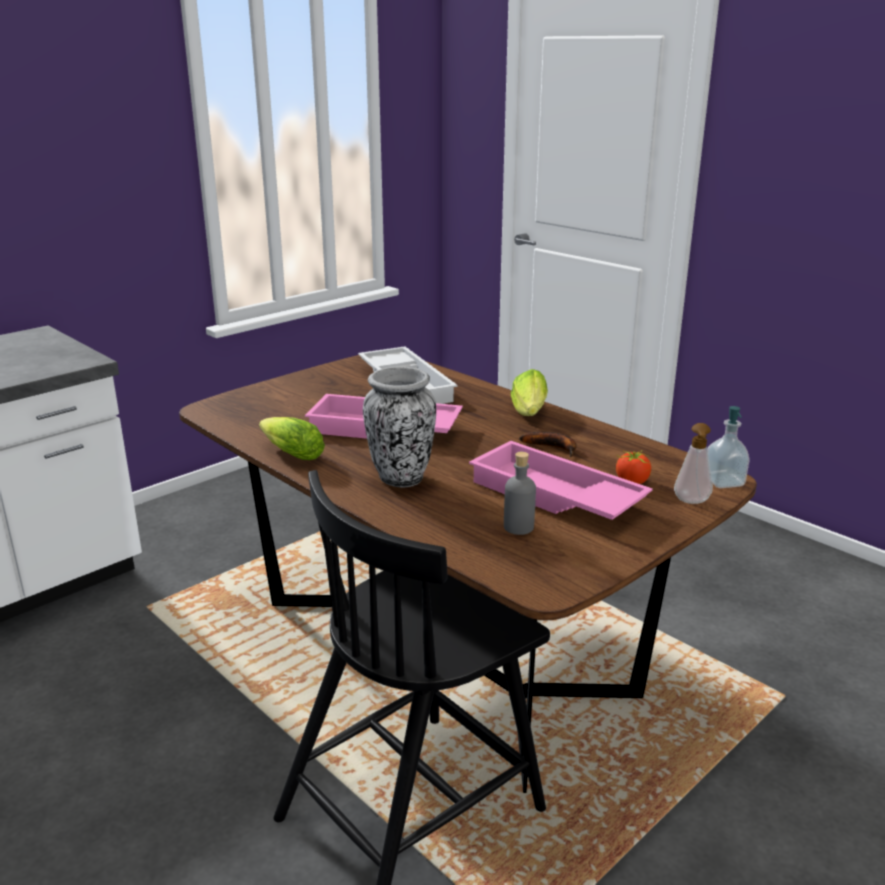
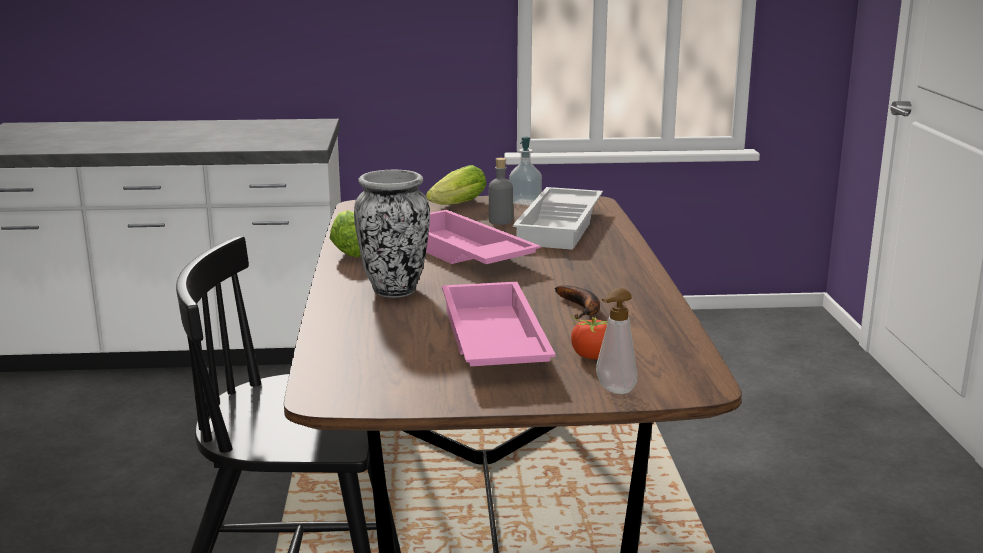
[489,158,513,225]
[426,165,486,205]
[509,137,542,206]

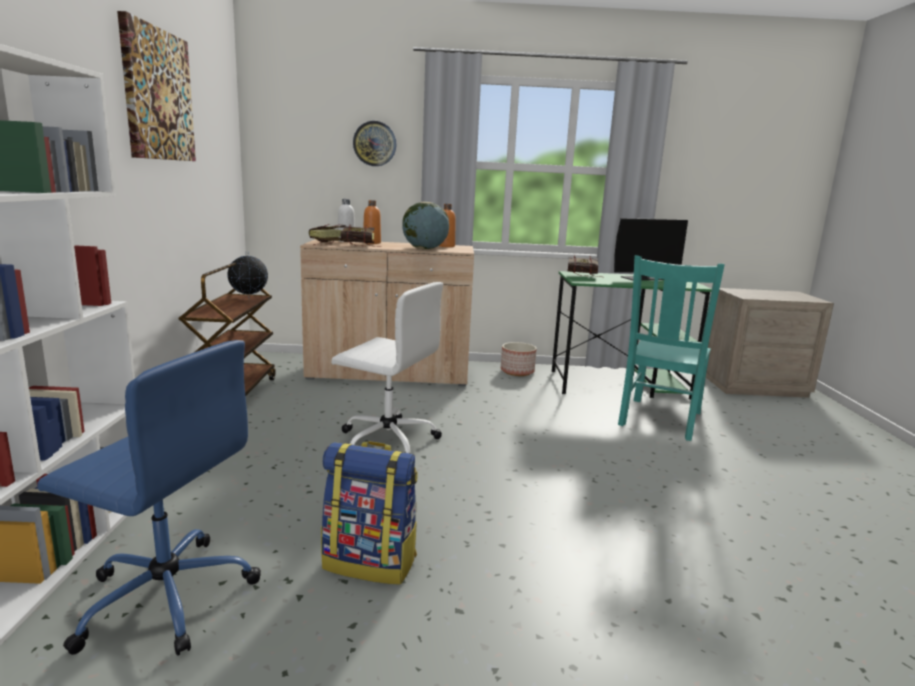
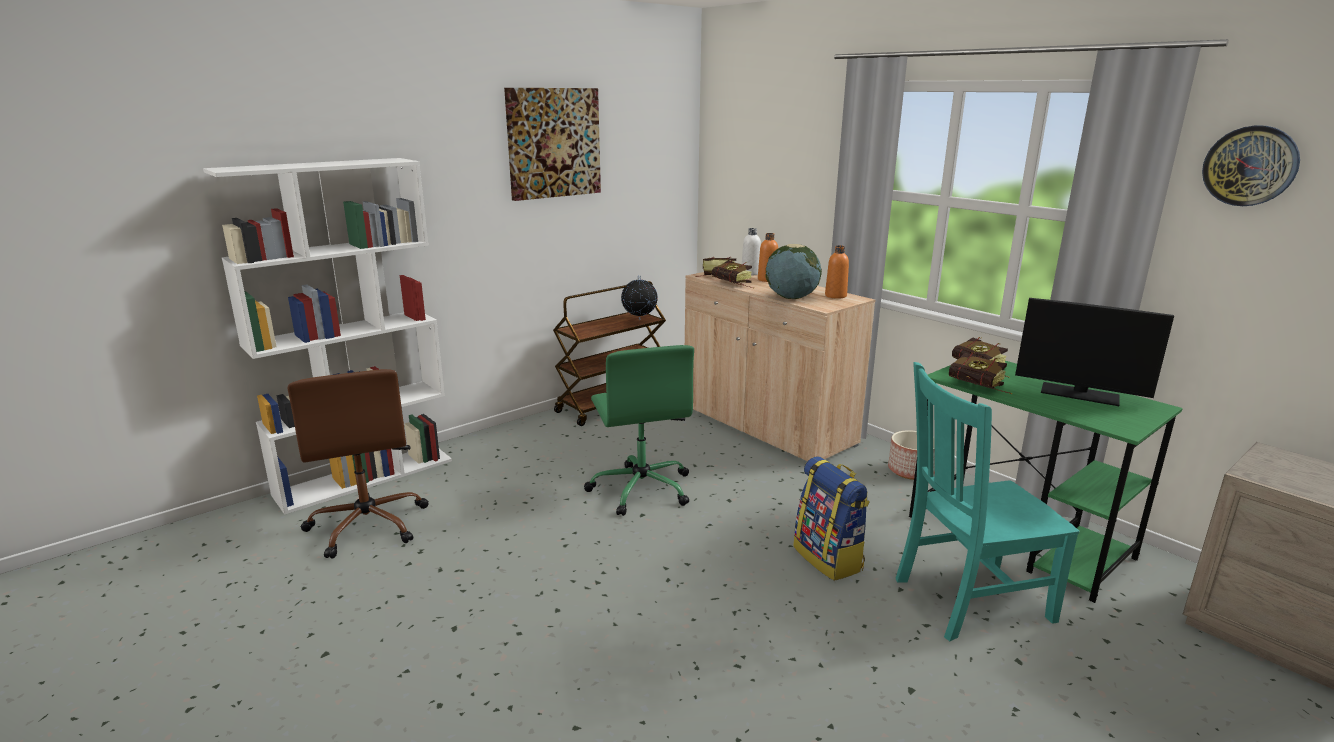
[949,352,1012,394]
[793,457,870,581]
[1202,125,1300,206]
[287,369,429,558]
[584,345,694,516]

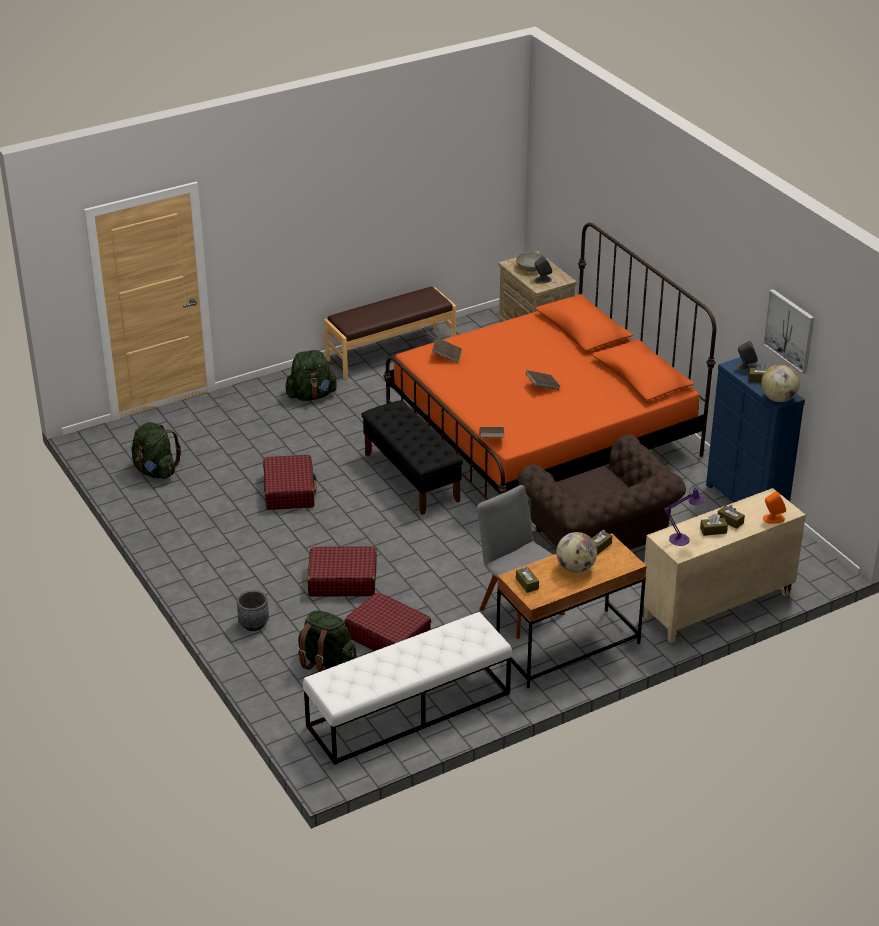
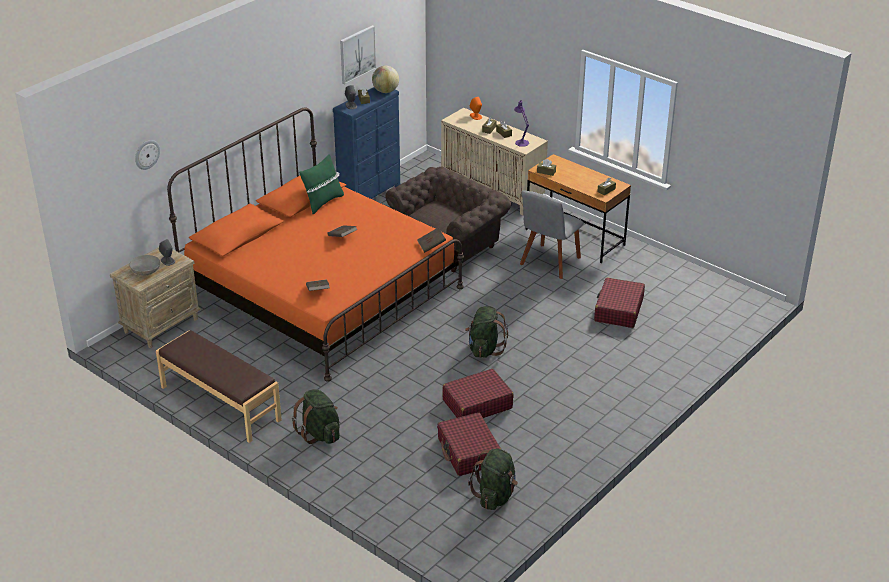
[237,590,269,631] (first image)
[303,612,512,765] (first image)
[361,400,463,515] (first image)
[556,532,597,573] (first image)
[135,140,160,170]
[299,154,344,214]
[465,306,508,358]
[437,413,501,476]

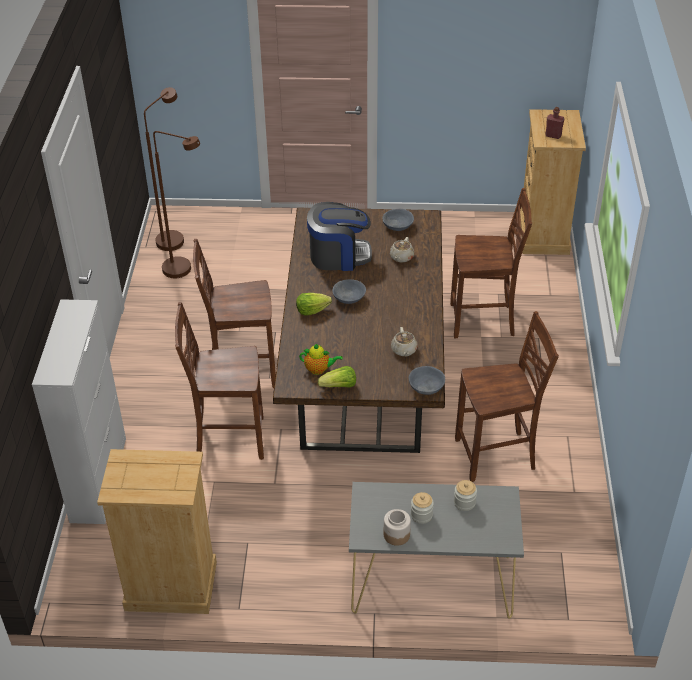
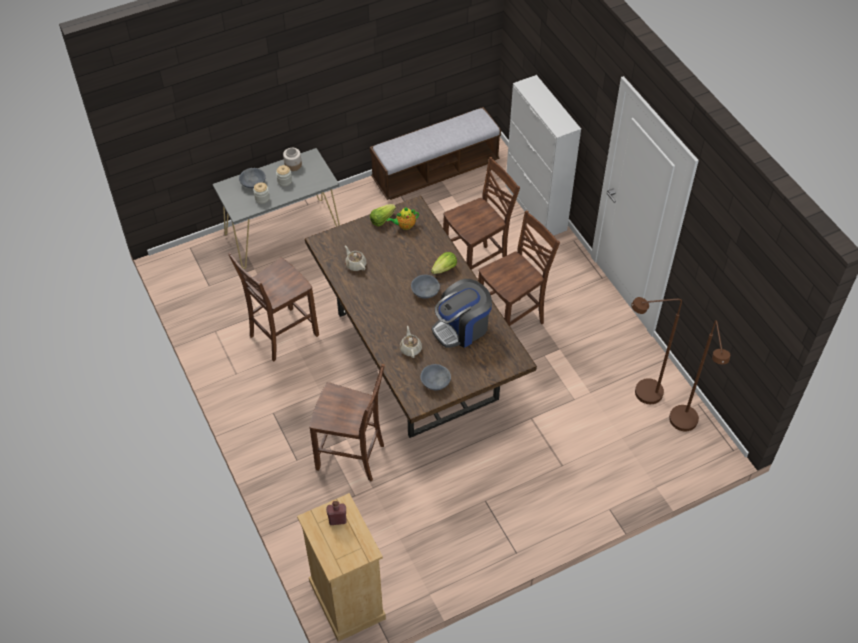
[239,168,266,188]
[370,107,501,200]
[309,364,385,481]

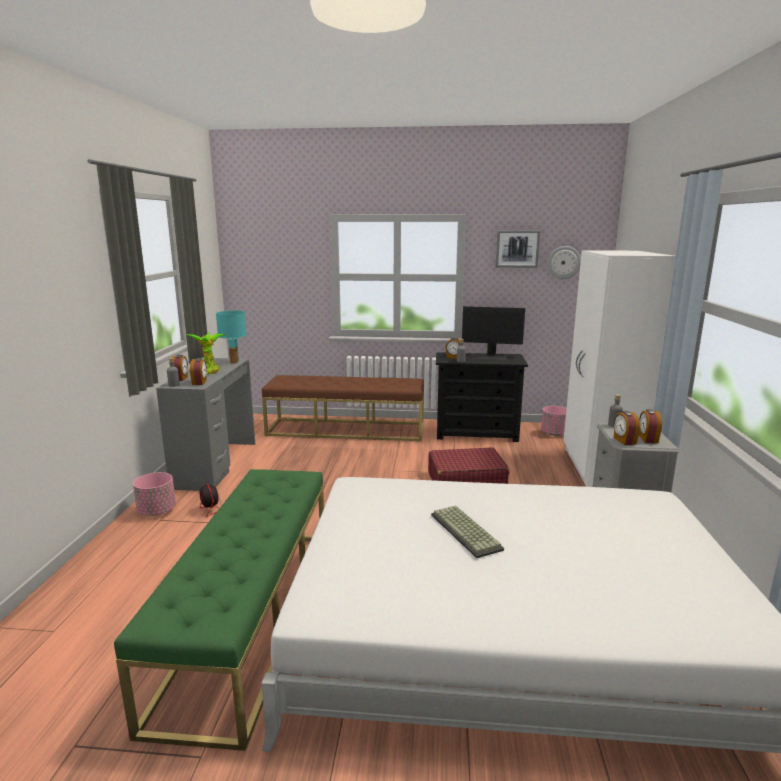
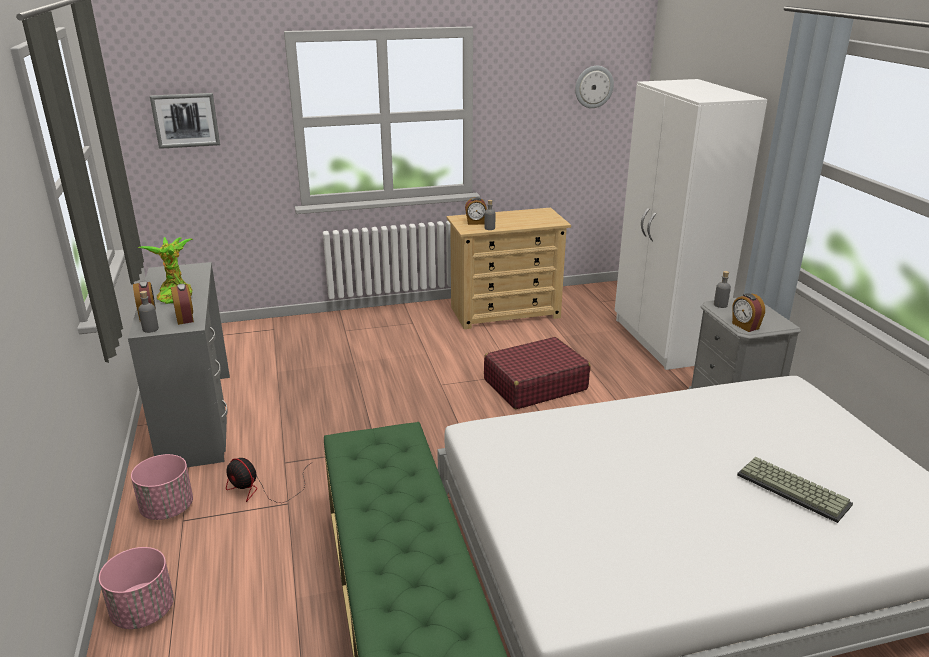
[216,311,247,363] (first image)
[262,375,424,441] (first image)
[462,306,525,360] (first image)
[639,409,662,443] (first image)
[737,457,853,523]
[150,93,220,149]
[99,547,174,629]
[447,208,571,329]

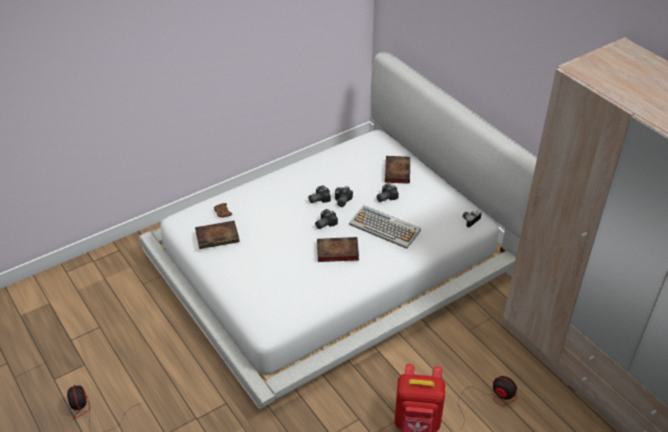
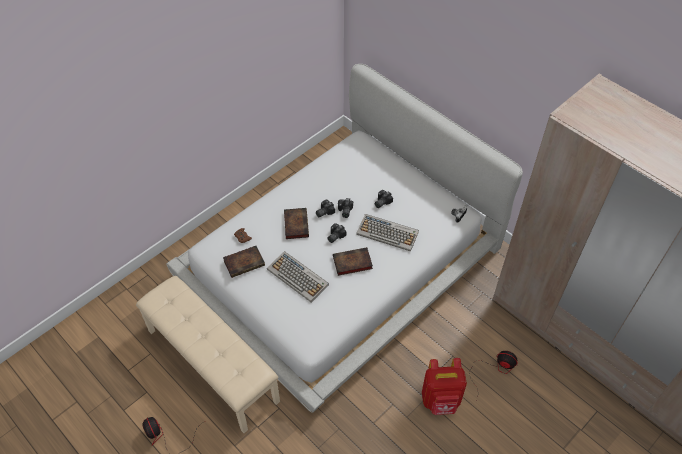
[136,276,280,433]
[267,251,329,302]
[284,208,309,239]

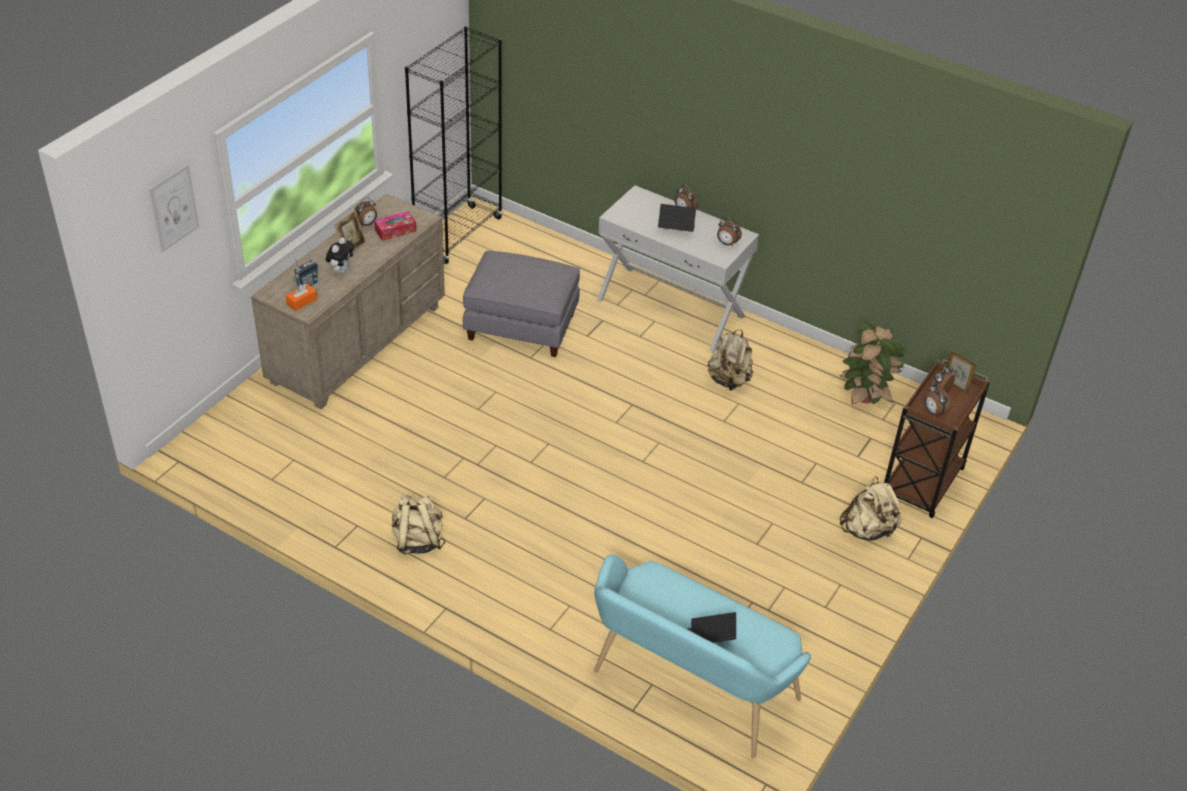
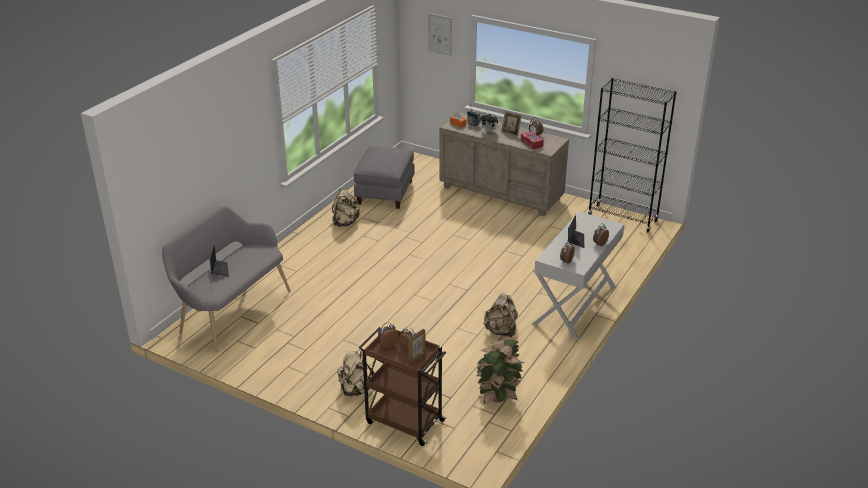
[354,146,415,209]
[162,206,291,353]

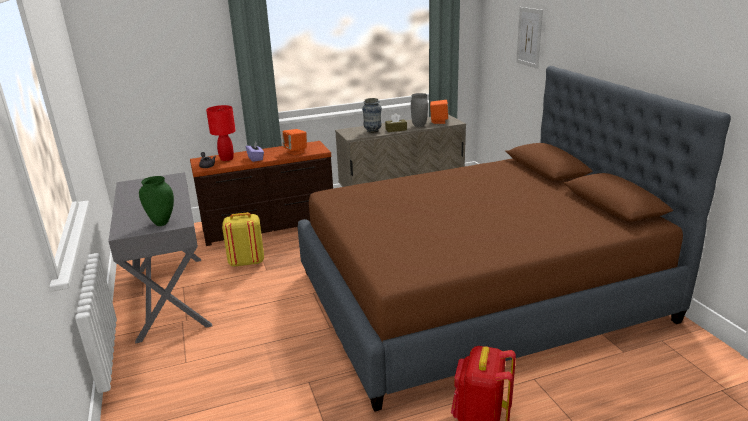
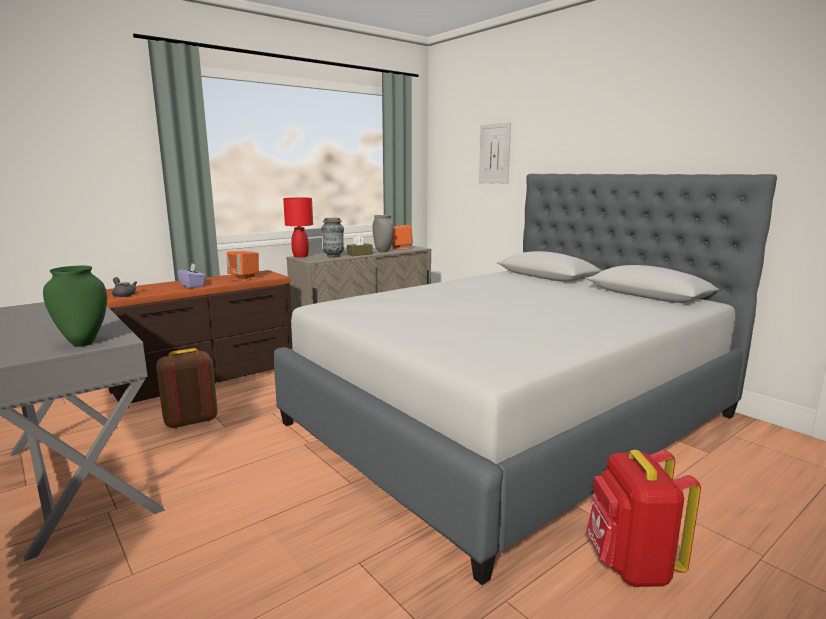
[283,198,313,258]
[156,348,218,429]
[274,173,777,585]

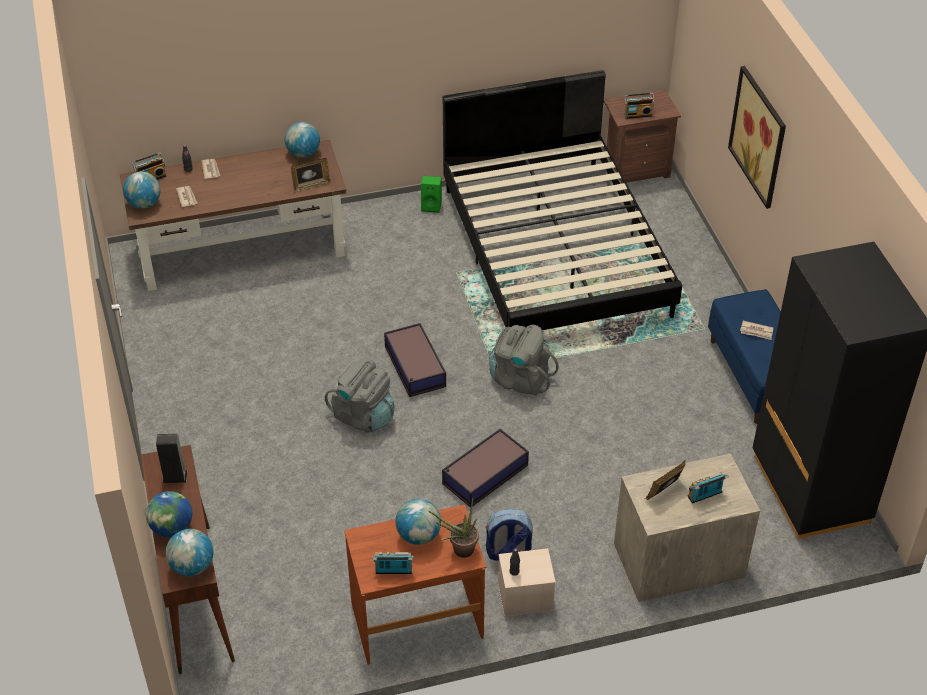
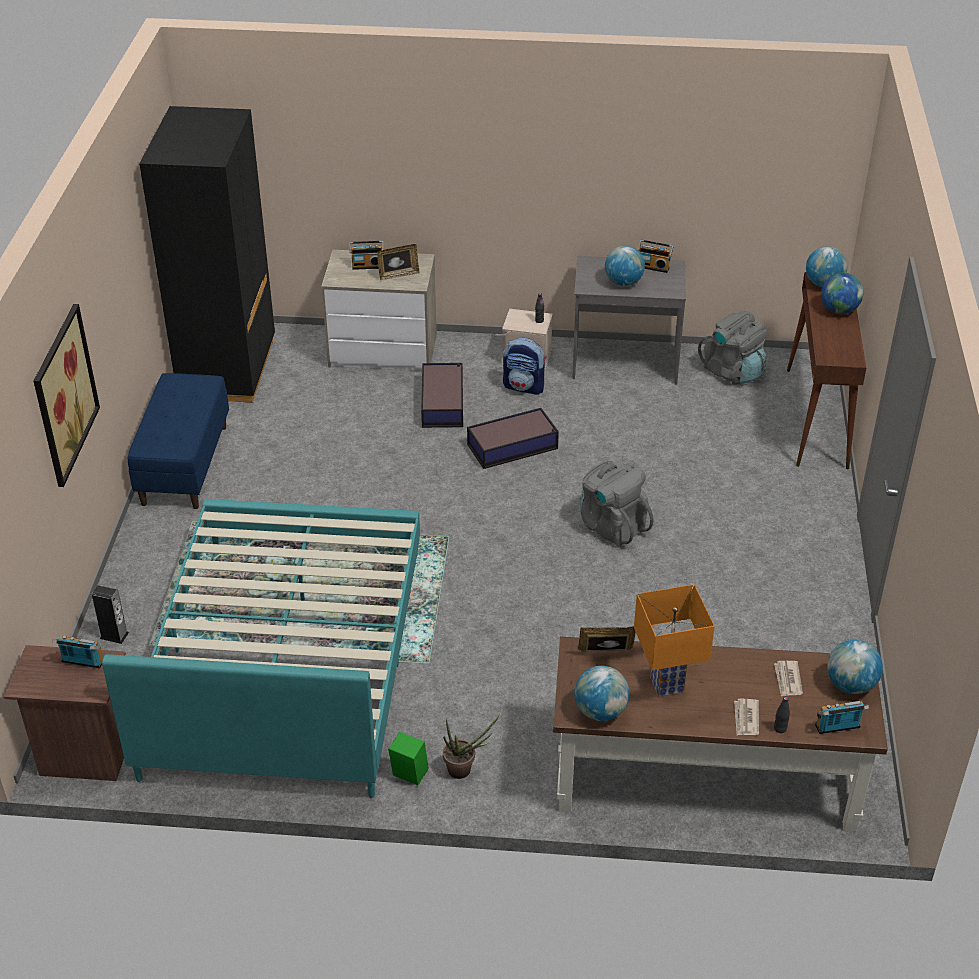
[740,321,773,340] (first image)
[634,584,715,696]
[92,585,129,644]
[421,363,463,428]
[443,716,499,779]
[698,311,767,385]
[572,256,686,385]
[102,499,420,798]

